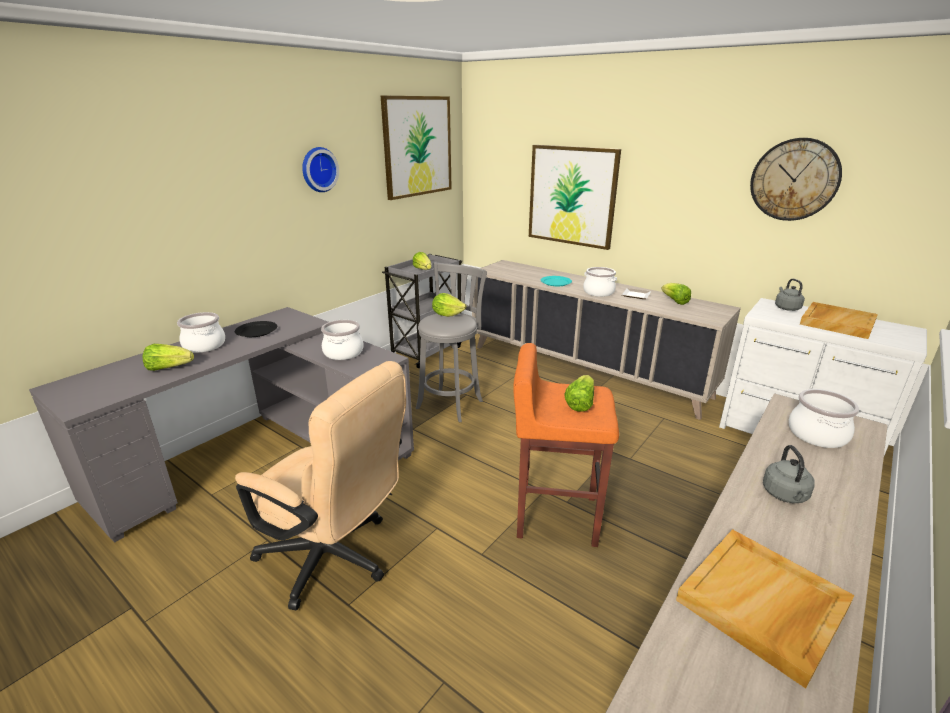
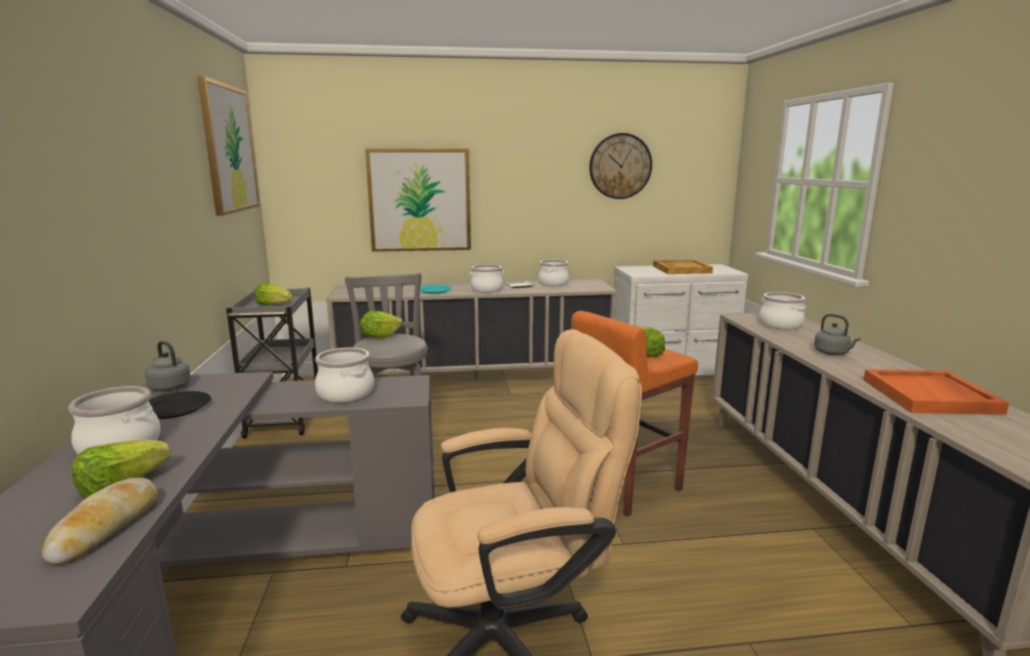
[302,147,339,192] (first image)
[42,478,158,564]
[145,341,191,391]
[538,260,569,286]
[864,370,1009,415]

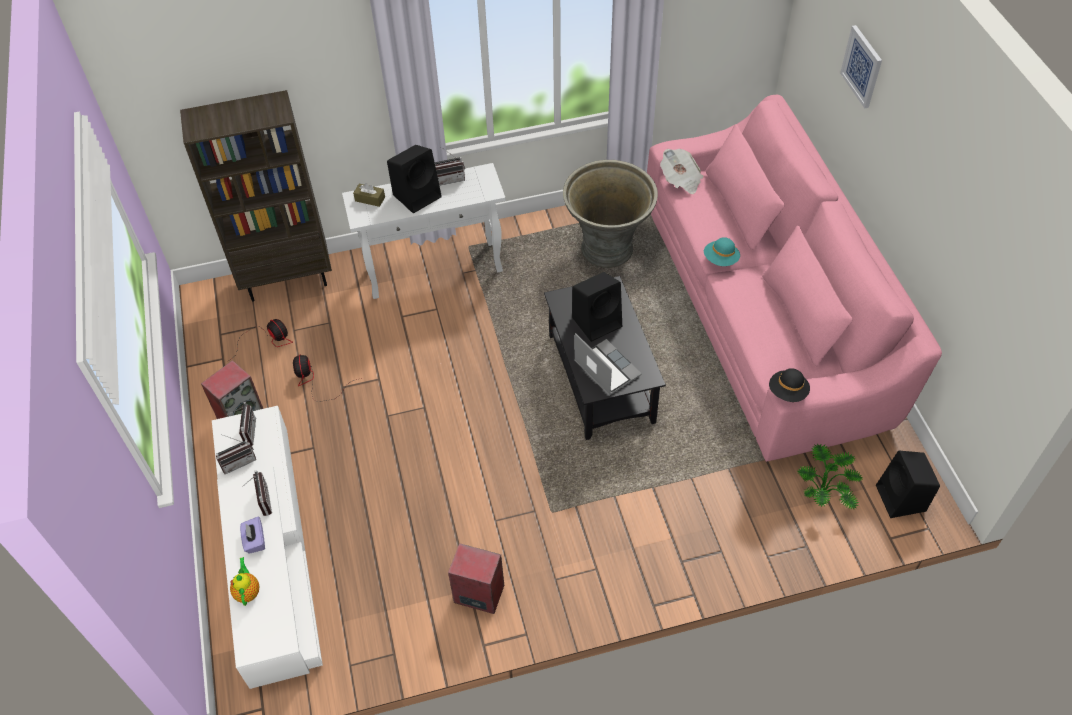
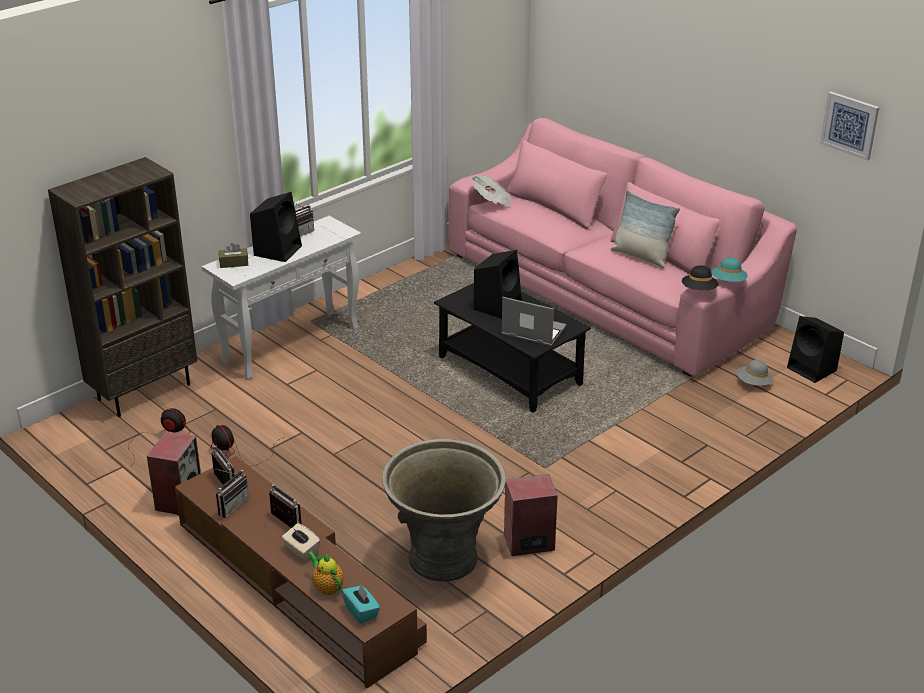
[342,584,380,624]
[610,190,680,268]
[382,439,506,582]
[711,257,748,282]
[820,91,879,161]
[736,360,773,386]
[175,456,427,688]
[282,523,321,561]

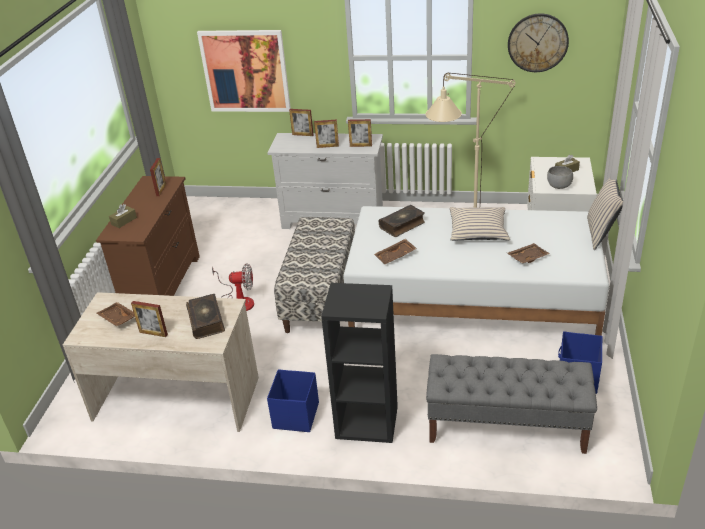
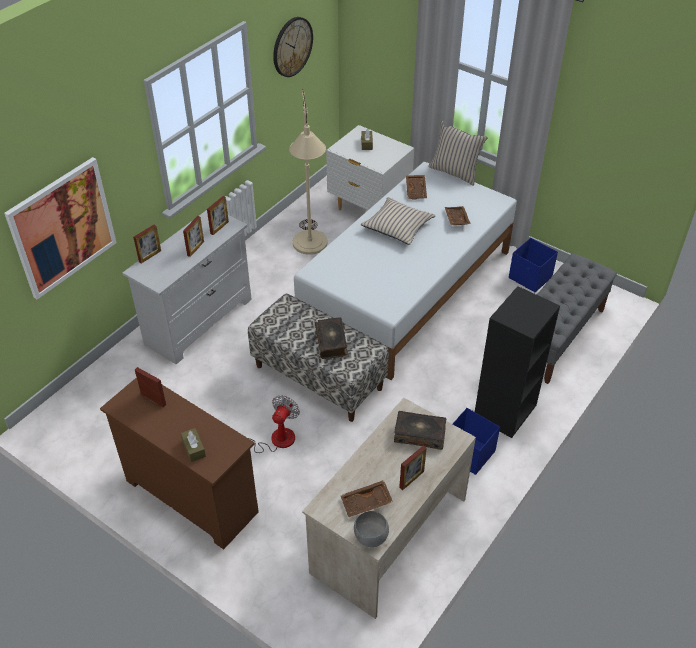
[406,175,427,200]
[315,317,348,359]
[354,511,389,547]

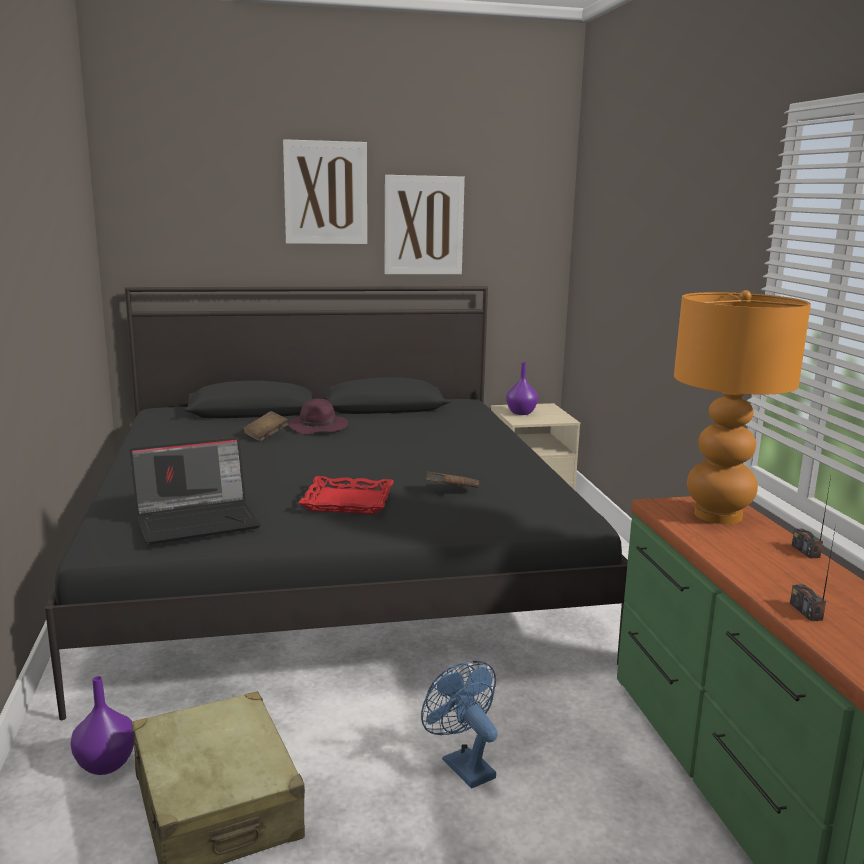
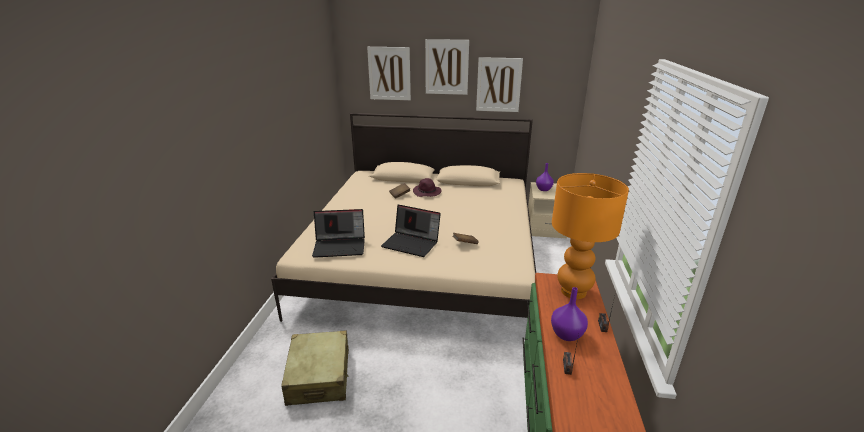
[421,661,498,789] (first image)
[367,47,411,100]
[551,287,588,341]
[381,205,441,257]
[271,113,536,322]

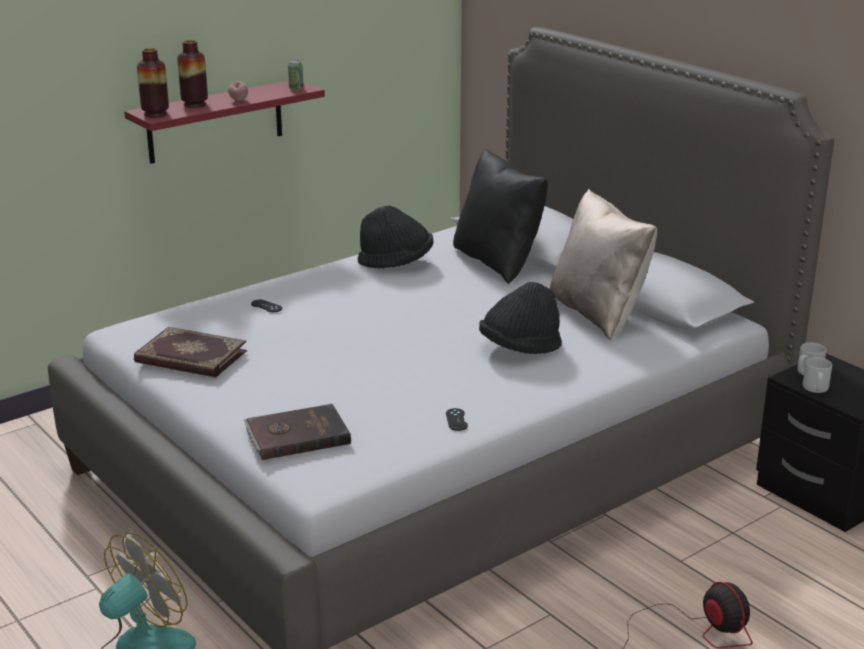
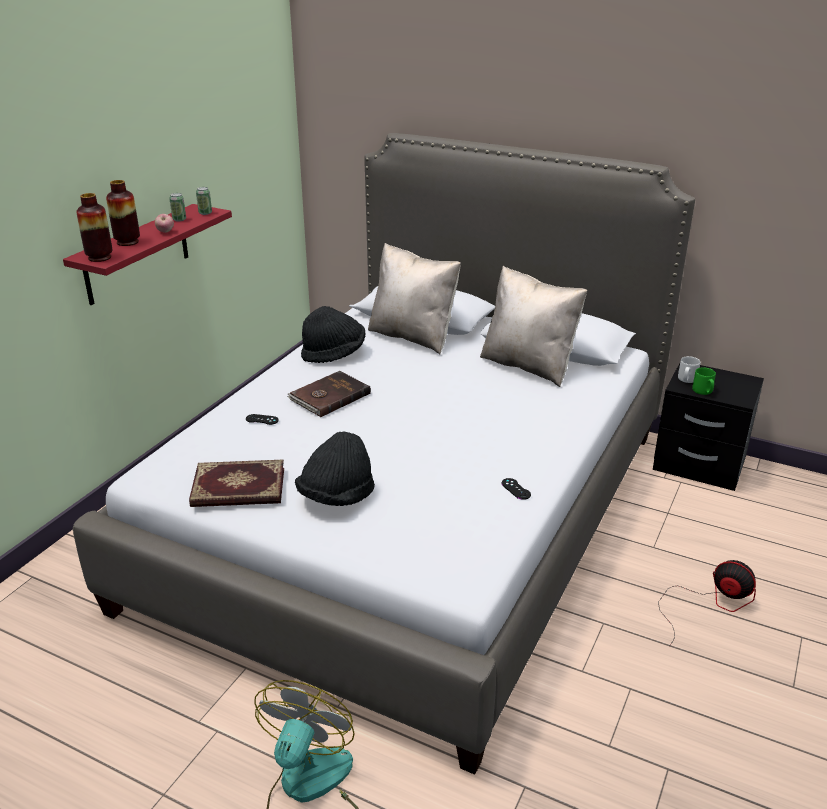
[169,193,186,222]
[287,371,371,417]
[295,431,375,506]
[368,243,461,354]
[692,367,716,395]

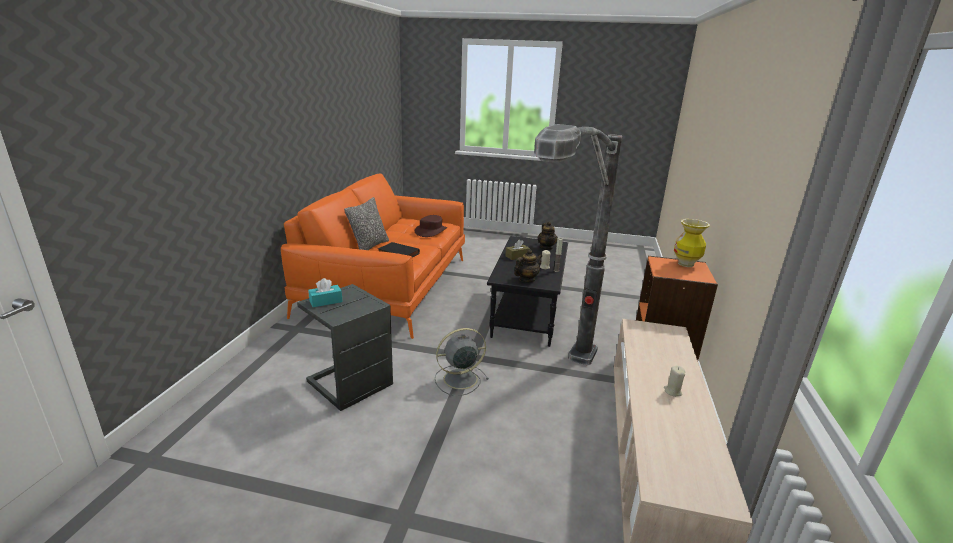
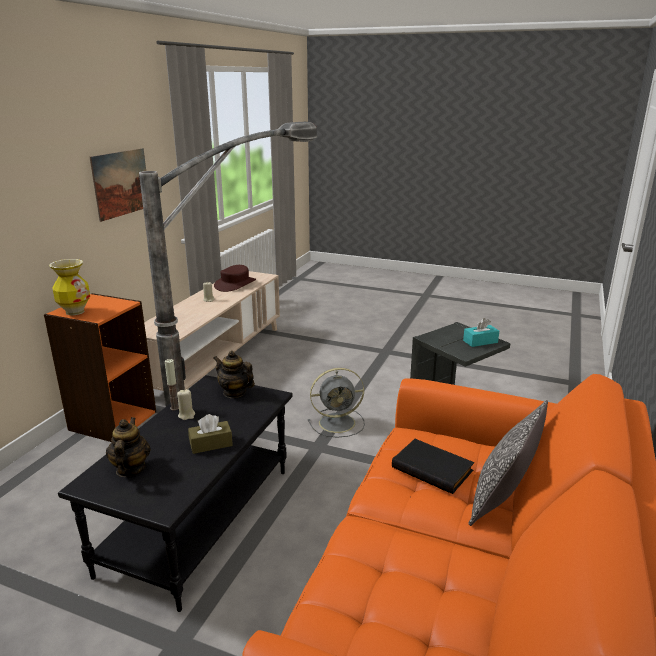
[90,148,146,222]
[214,265,256,292]
[213,351,255,398]

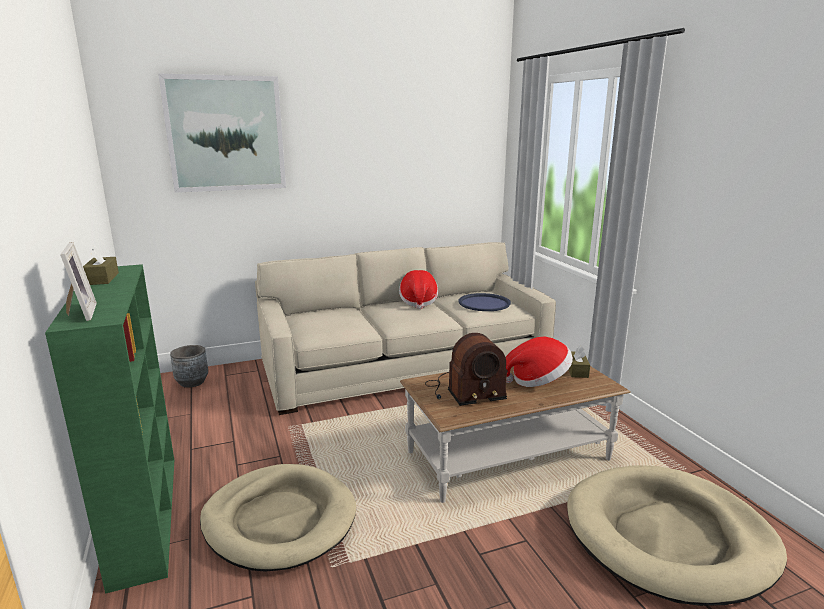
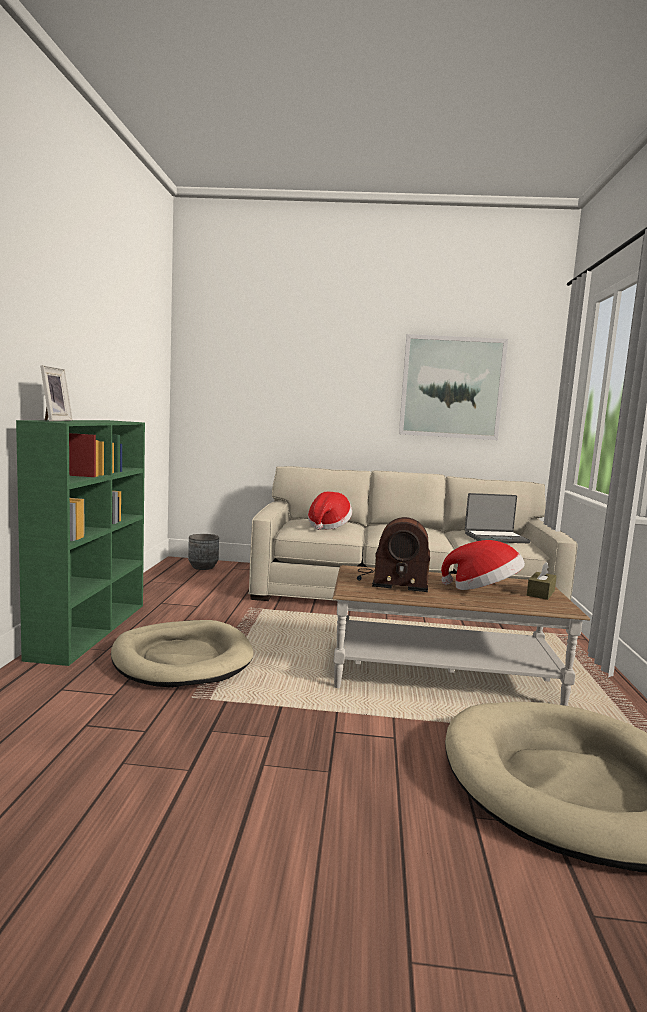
[83,245,119,285] (first image)
[399,334,508,440]
[308,492,352,530]
[465,493,531,543]

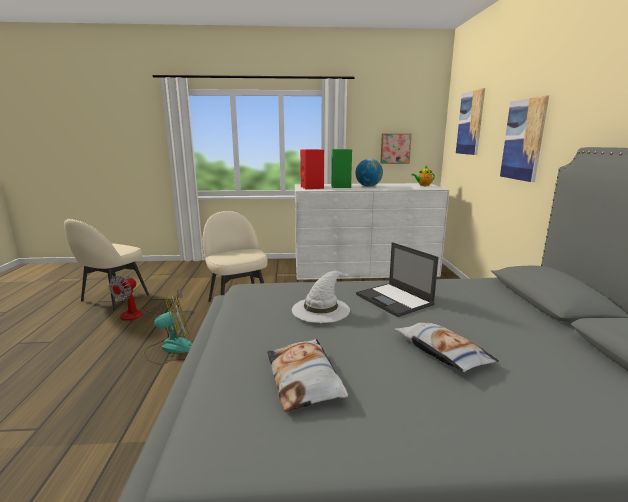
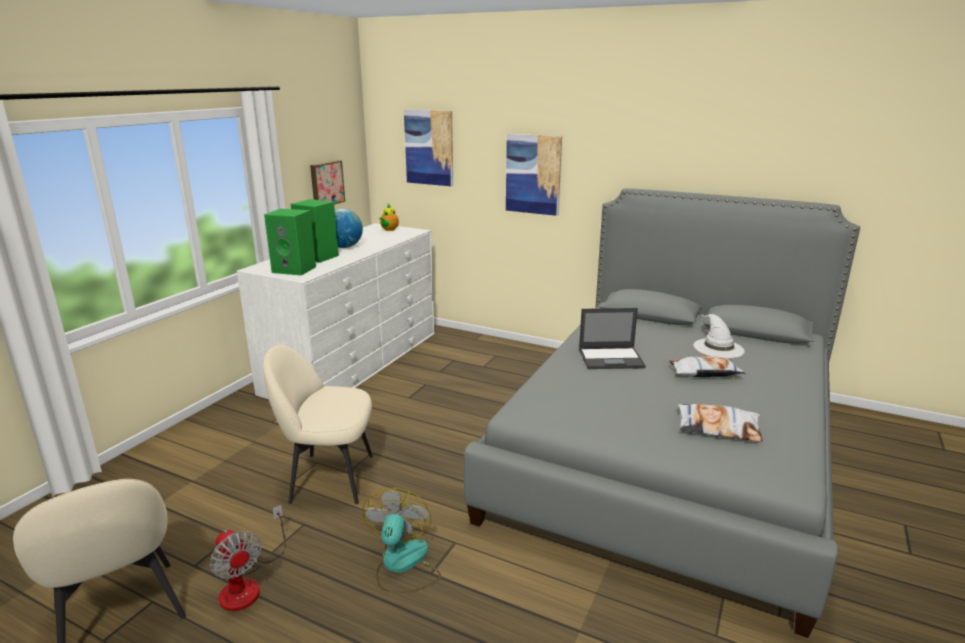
[693,314,745,358]
[264,209,316,276]

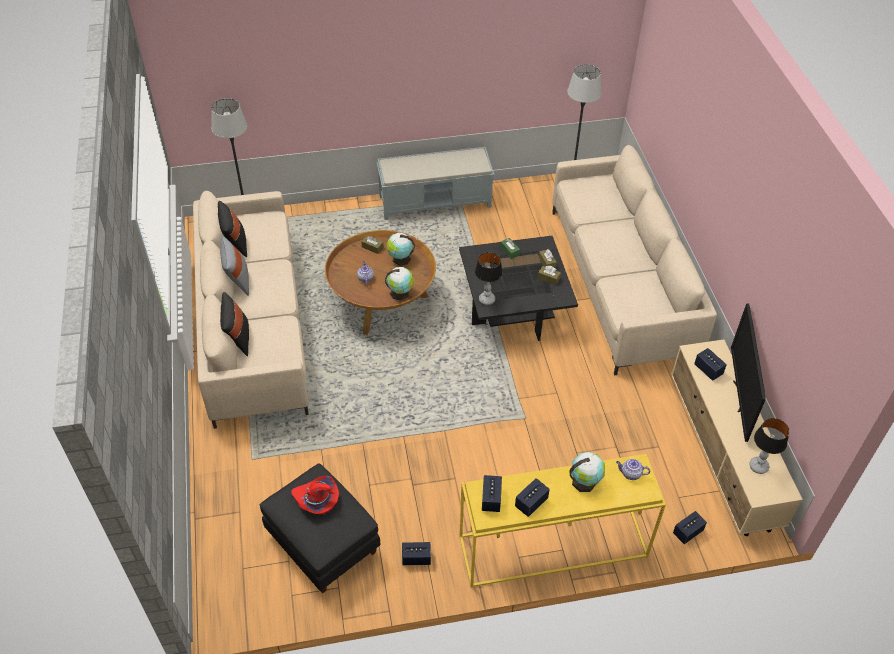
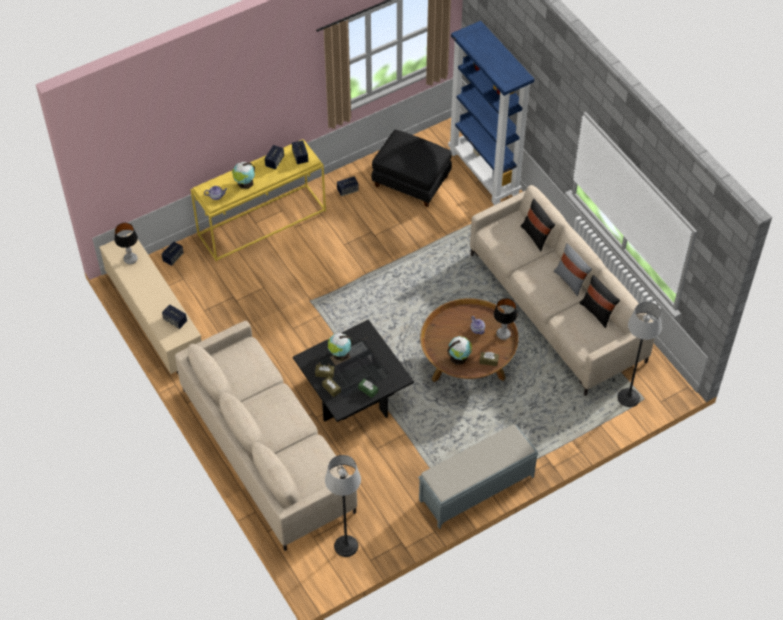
[291,475,339,514] (first image)
[731,303,766,442] (first image)
[448,21,534,205]
[328,333,353,361]
[494,298,517,340]

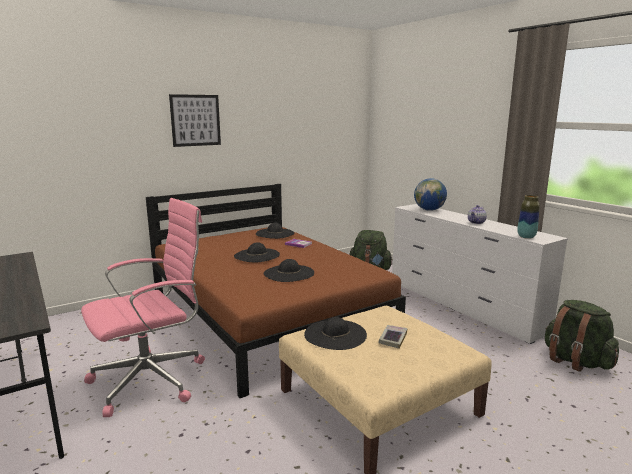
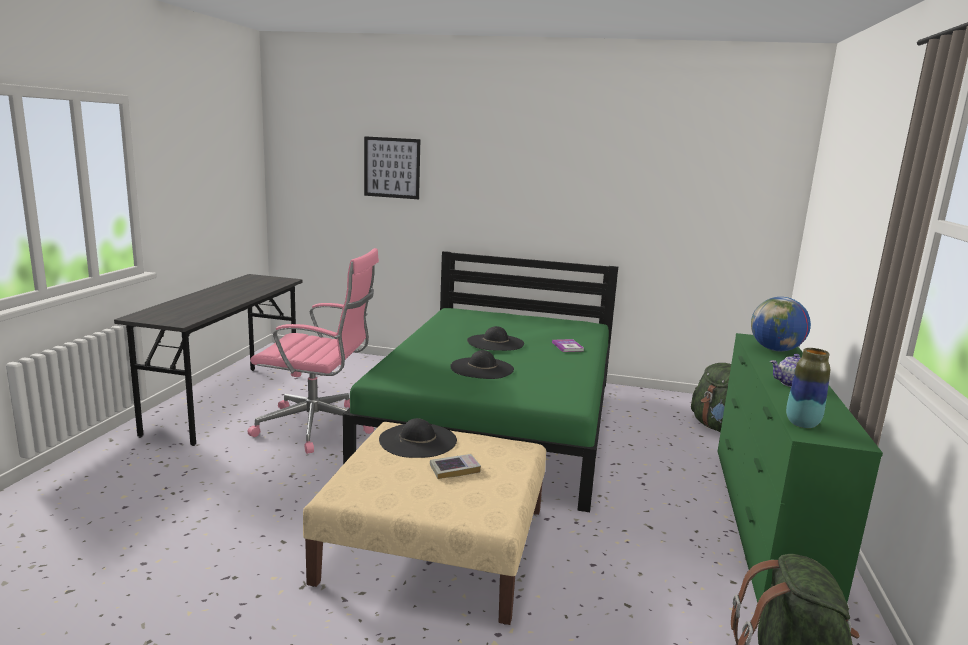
[256,222,294,239] (first image)
[364,136,420,199]
[343,251,618,512]
[718,333,883,603]

